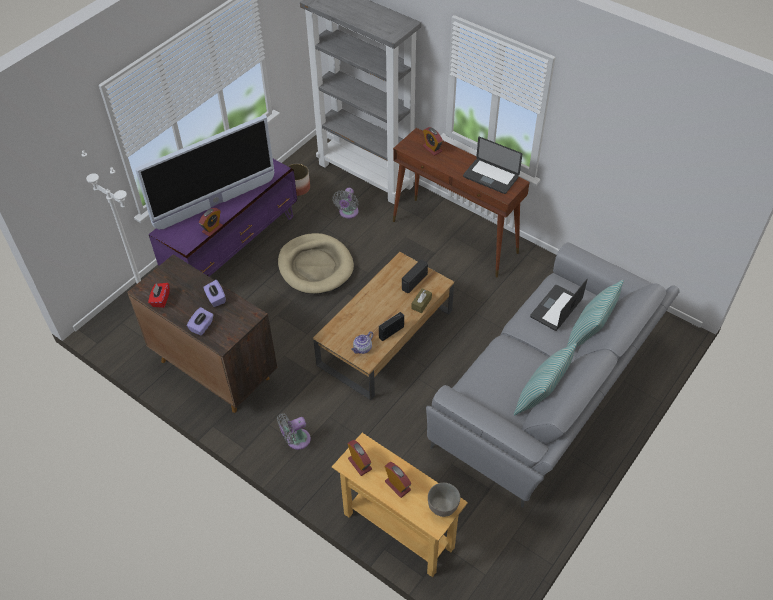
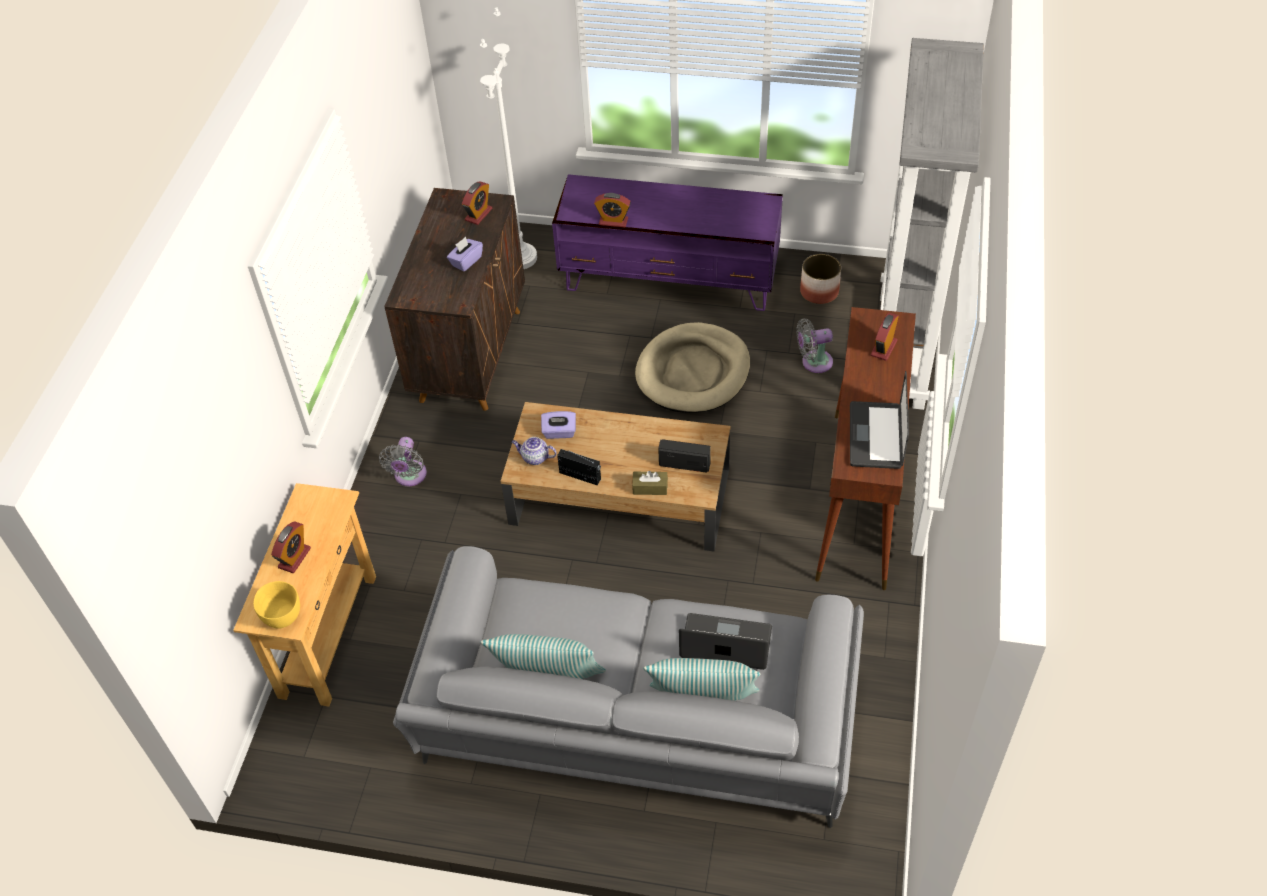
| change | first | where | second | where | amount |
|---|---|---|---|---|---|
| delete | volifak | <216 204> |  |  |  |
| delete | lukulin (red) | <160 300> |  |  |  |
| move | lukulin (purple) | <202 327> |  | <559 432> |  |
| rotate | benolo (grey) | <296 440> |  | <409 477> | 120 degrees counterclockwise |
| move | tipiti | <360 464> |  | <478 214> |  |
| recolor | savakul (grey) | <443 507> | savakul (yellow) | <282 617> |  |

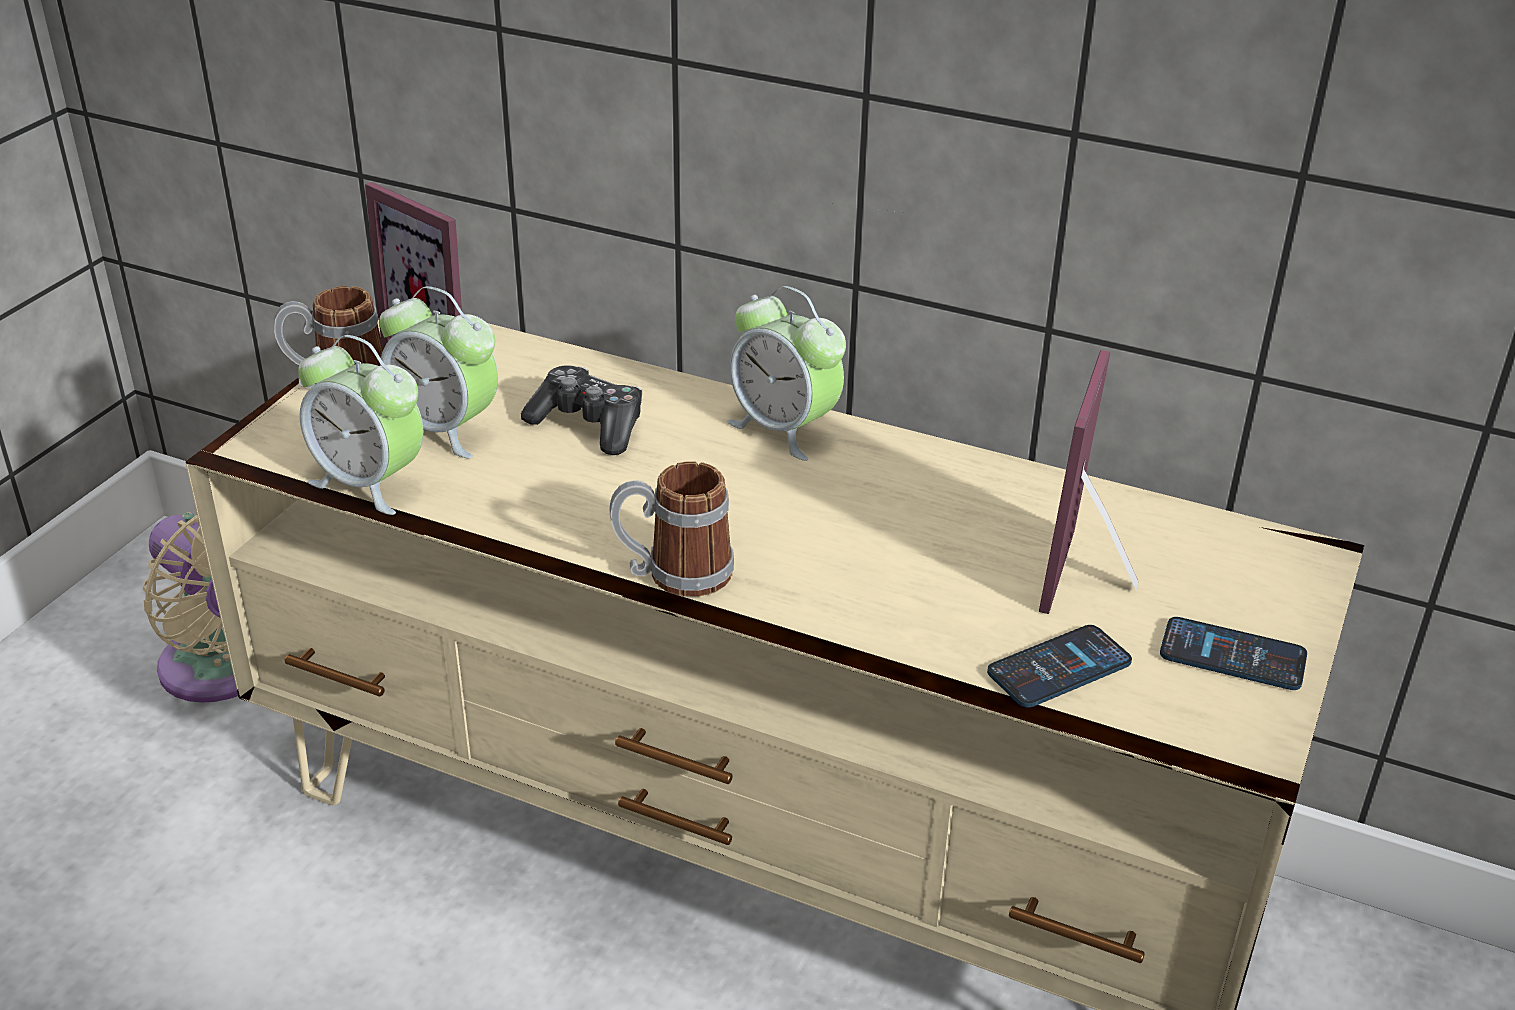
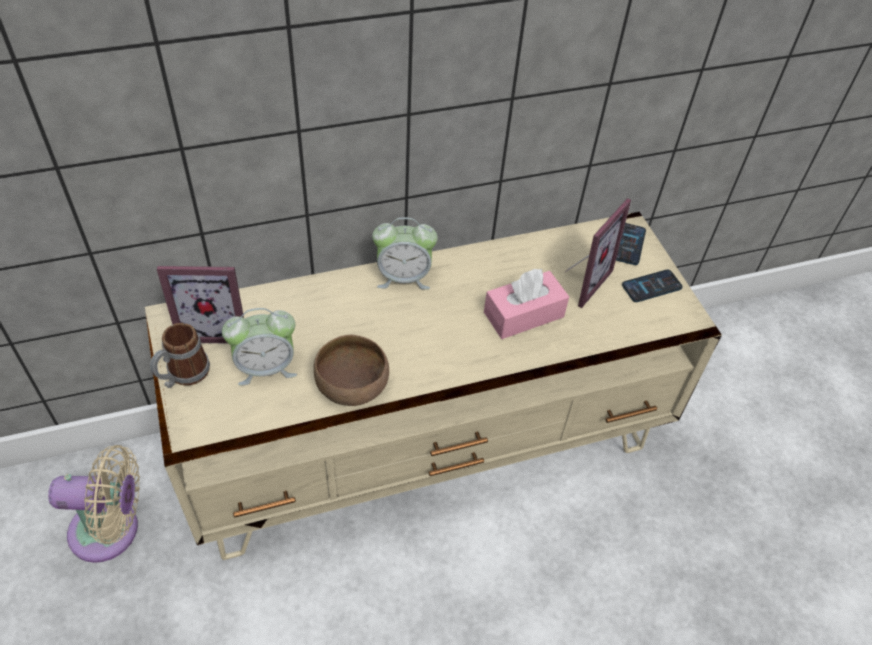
| change | first | where | second | where | amount |
|---|---|---|---|---|---|
| delete | tipiti | <370 483> |  |  |  |
| rotate | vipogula | <1094 578> |  | <581 280> | 120 degrees counterclockwise |
| delete | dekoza | <589 425> |  |  |  |
| delete | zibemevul | <673 574> |  |  |  |
| move | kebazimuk | <1059 668> |  | <628 244> |  |
| insert |  |  | lukulin (pink) | <523 314> |  |
| insert |  |  | savakul (brown) | <353 385> |  |

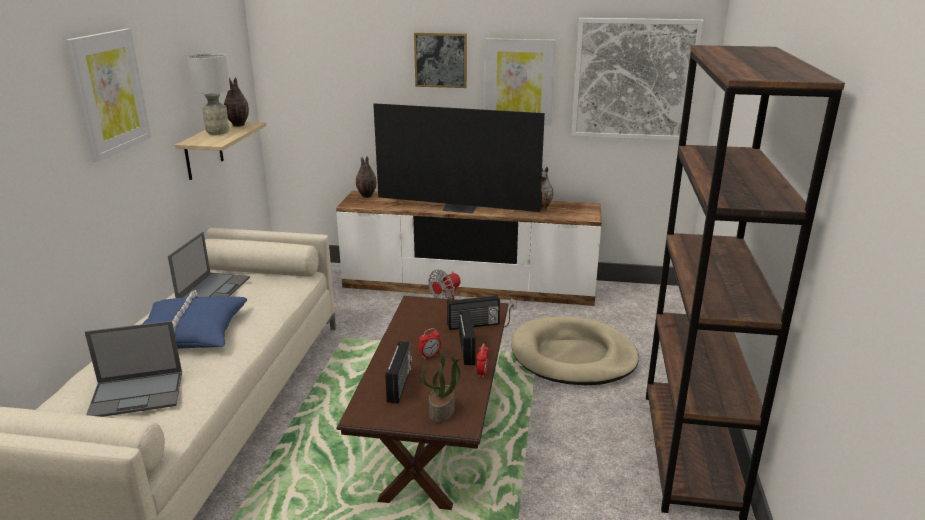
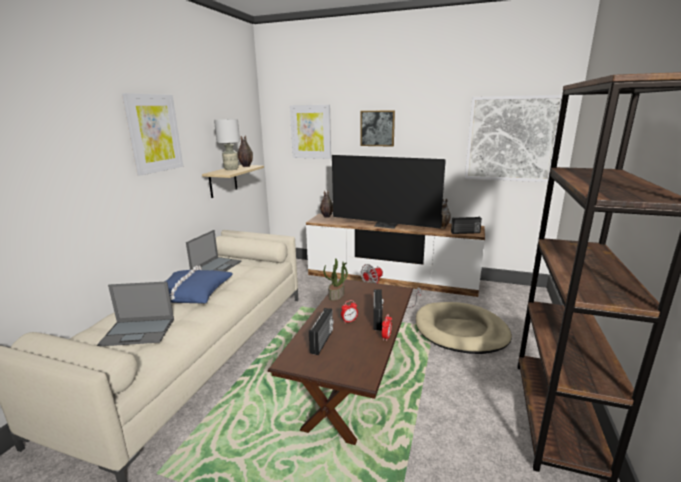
| change | first | where | second | where | amount |
|---|---|---|---|---|---|
| move | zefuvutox | <519 82> |  | <311 132> |  |
| move | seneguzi | <473 325> |  | <465 232> |  |
| move | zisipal | <442 411> |  | <336 295> |  |

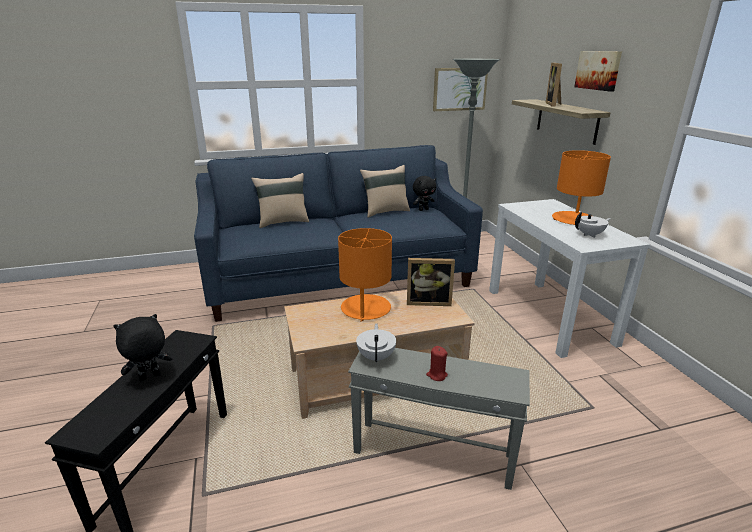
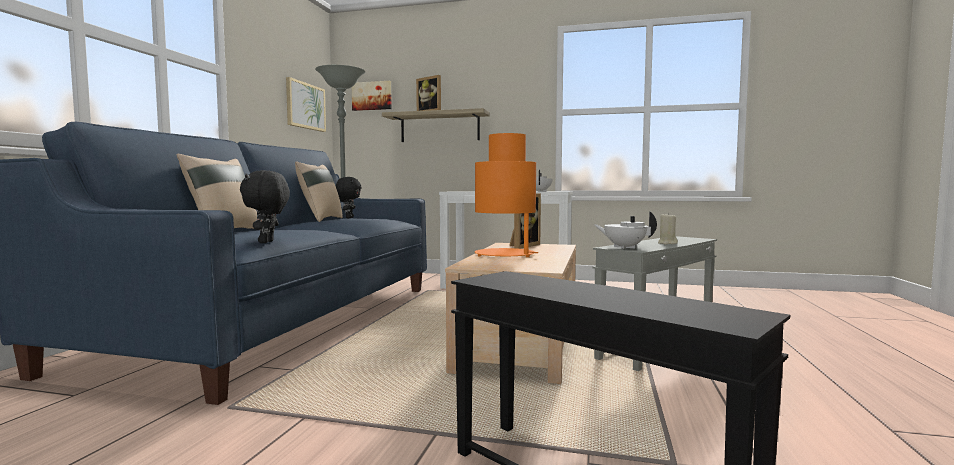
| change | first | where | second | where | amount |
|---|---|---|---|---|---|
| move | zefuvutox | <598 70> |  | <372 96> |  |
| move | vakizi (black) | <150 378> |  | <267 242> |  |
| recolor | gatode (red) | <436 375> | gatode (beige) | <667 243> |  |

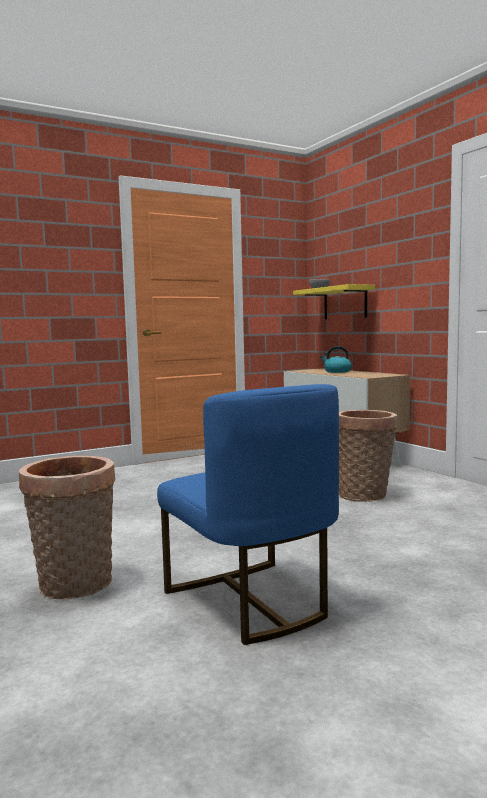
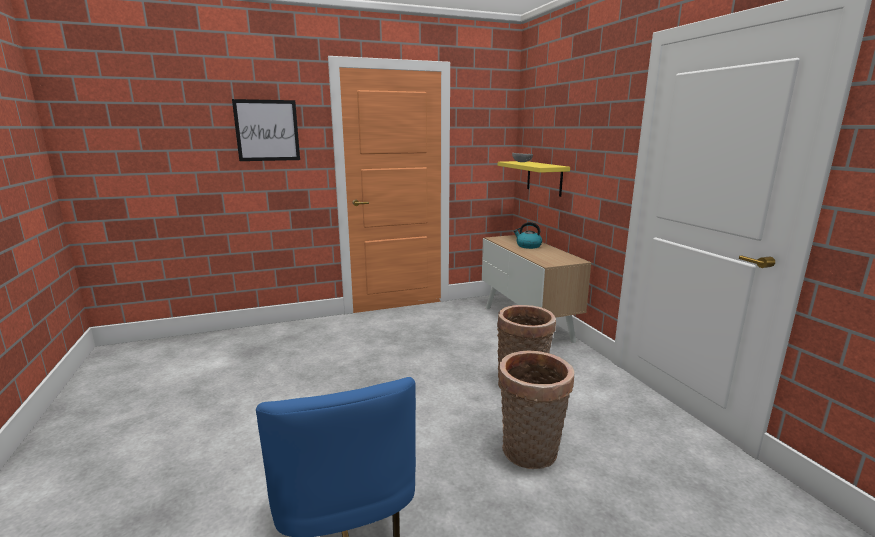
| change | first | where | second | where | amount |
|---|---|---|---|---|---|
| move | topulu | <75 587> |  | <530 454> |  |
| insert |  |  | zefuvutox | <267 130> |  |

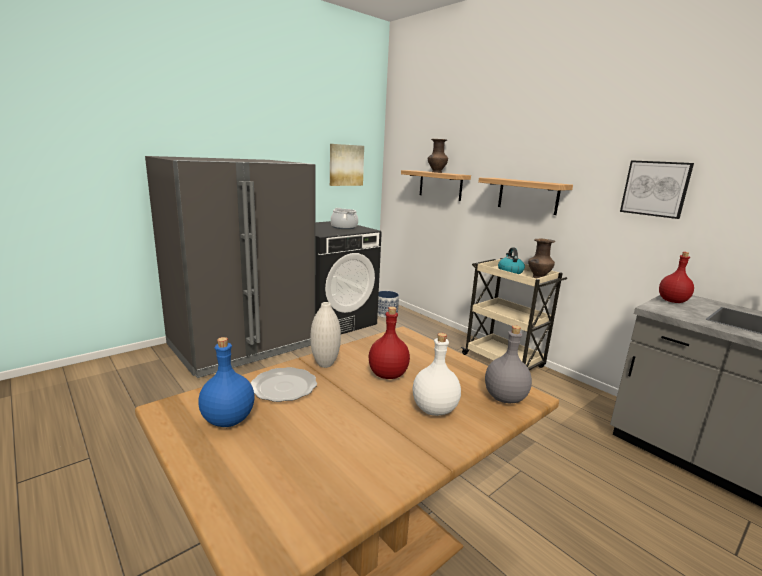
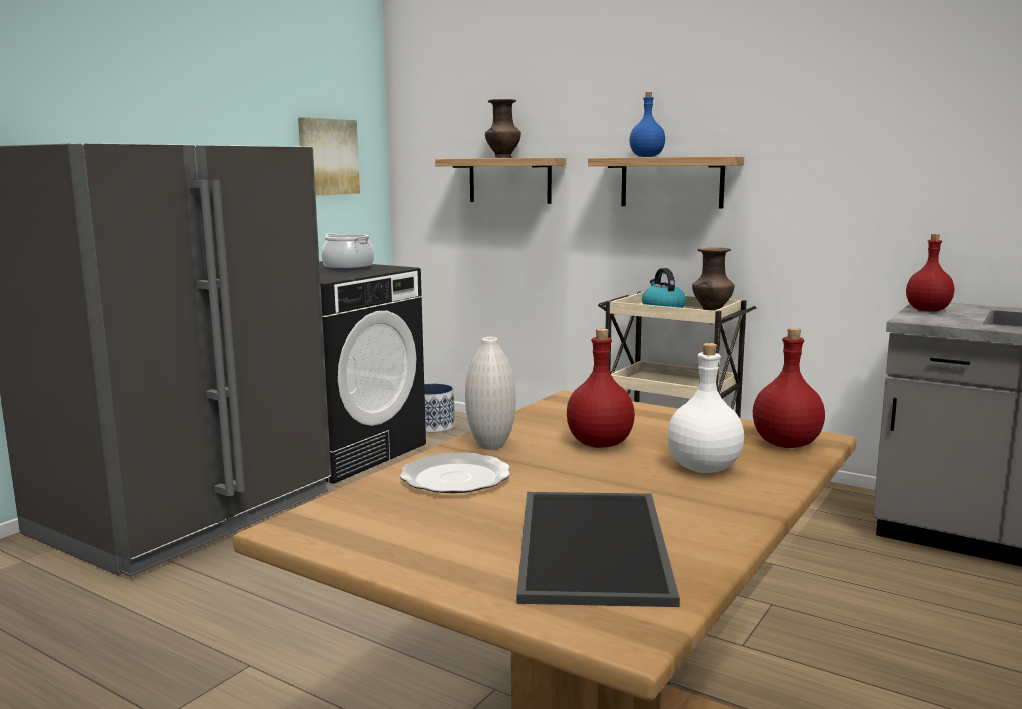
| change | first | where | second | where | amount |
|---|---|---|---|---|---|
| delete | zefuvutox | <655 188> |  |  |  |
| recolor | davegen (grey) | <505 398> | davegen (red) | <787 444> |  |
| move | davegen (blue) | <227 420> |  | <646 157> |  |
| insert |  |  | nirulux | <596 546> |  |

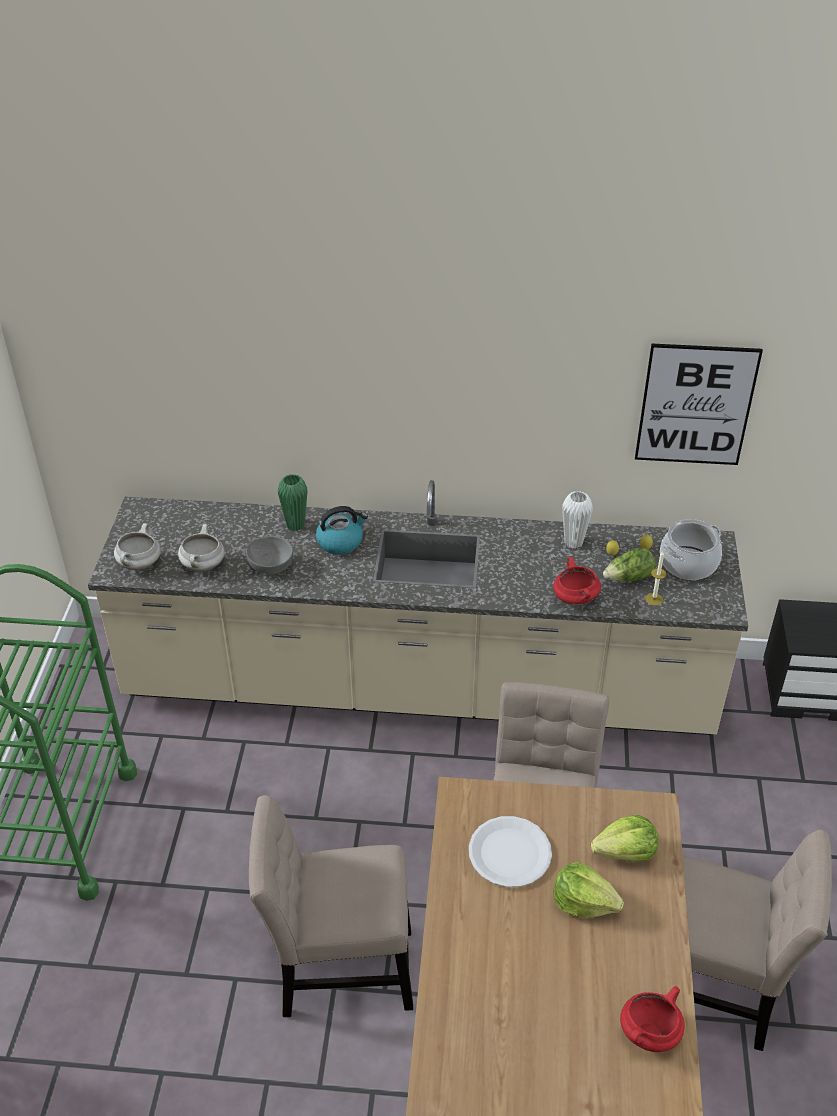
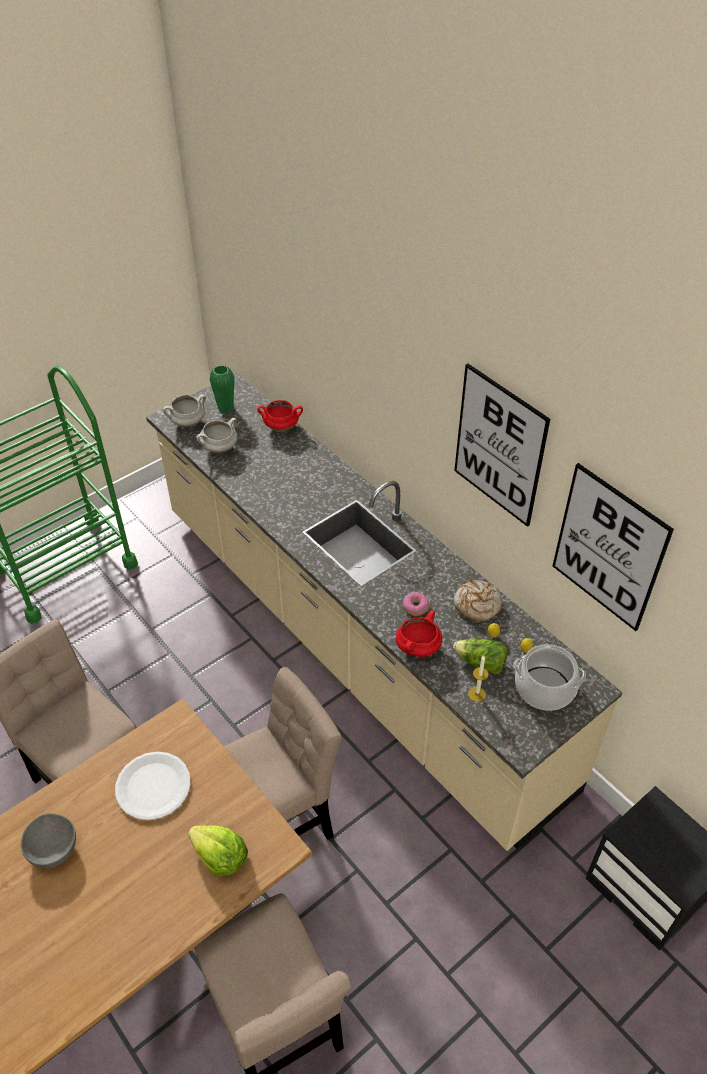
| change | first | where | second | where | amount |
|---|---|---|---|---|---|
| move | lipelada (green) | <295 525> |  | <225 408> |  |
| replace | lipelada (white) | <573 542> | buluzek | <476 605> |  |
| delete | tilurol | <340 542> |  |  |  |
| move | savakul (grey) | <270 566> |  | <54 848> |  |
| delete | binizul | <583 902> |  |  |  |
| move | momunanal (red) | <649 1032> |  | <281 427> |  |
| insert |  |  | zefuvutox | <499 446> |  |
| insert |  |  | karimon | <415 607> |  |

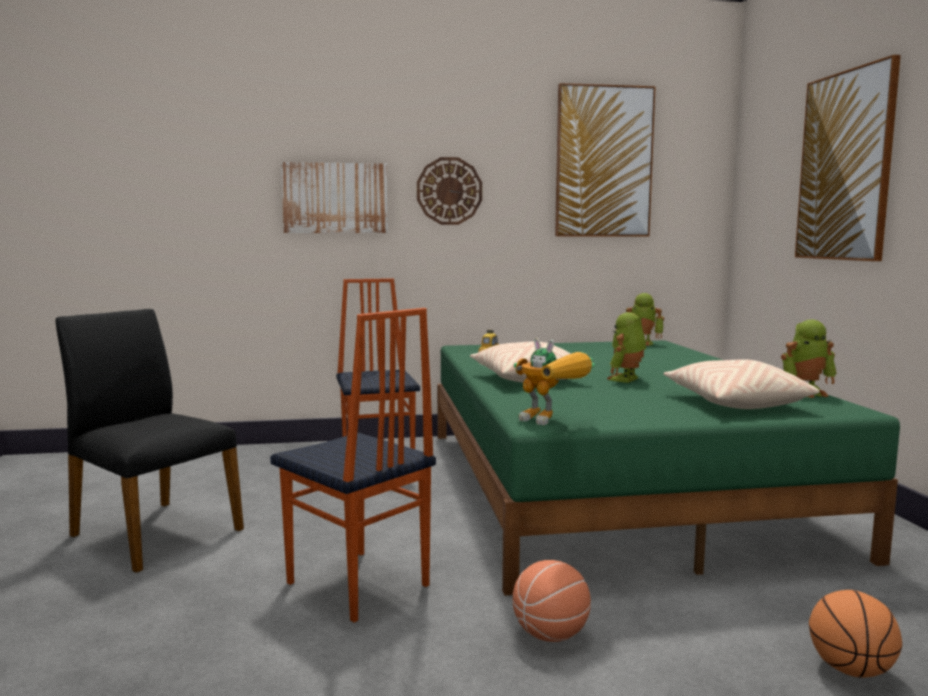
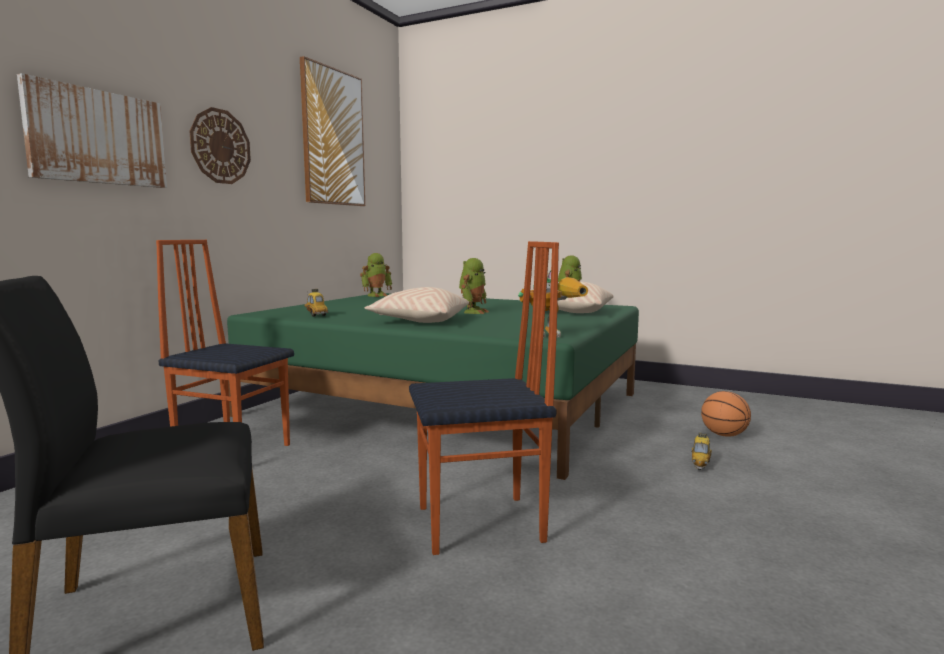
| change | first | where | second | where | amount |
|---|---|---|---|---|---|
| delete | zefuvutox | <845 166> |  |  |  |
| rotate | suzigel | <626 379> |  | <473 312> | 135 degrees counterclockwise |
| delete | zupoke | <551 634> |  |  |  |
| insert |  |  | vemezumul | <700 464> |  |

